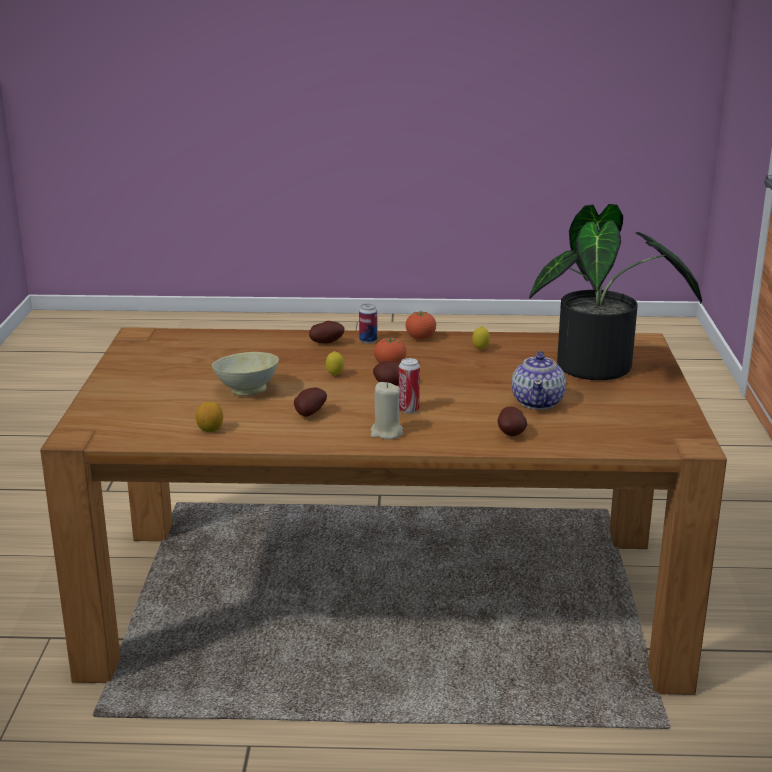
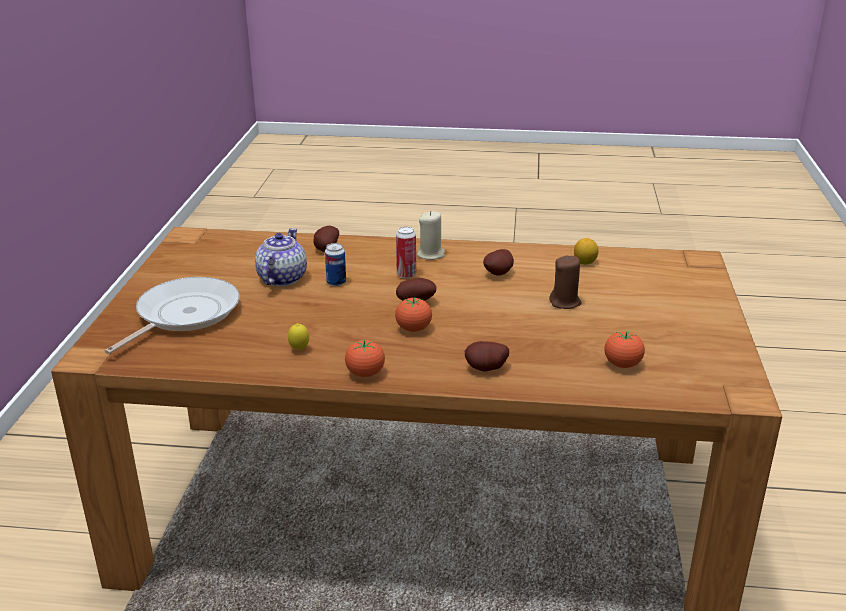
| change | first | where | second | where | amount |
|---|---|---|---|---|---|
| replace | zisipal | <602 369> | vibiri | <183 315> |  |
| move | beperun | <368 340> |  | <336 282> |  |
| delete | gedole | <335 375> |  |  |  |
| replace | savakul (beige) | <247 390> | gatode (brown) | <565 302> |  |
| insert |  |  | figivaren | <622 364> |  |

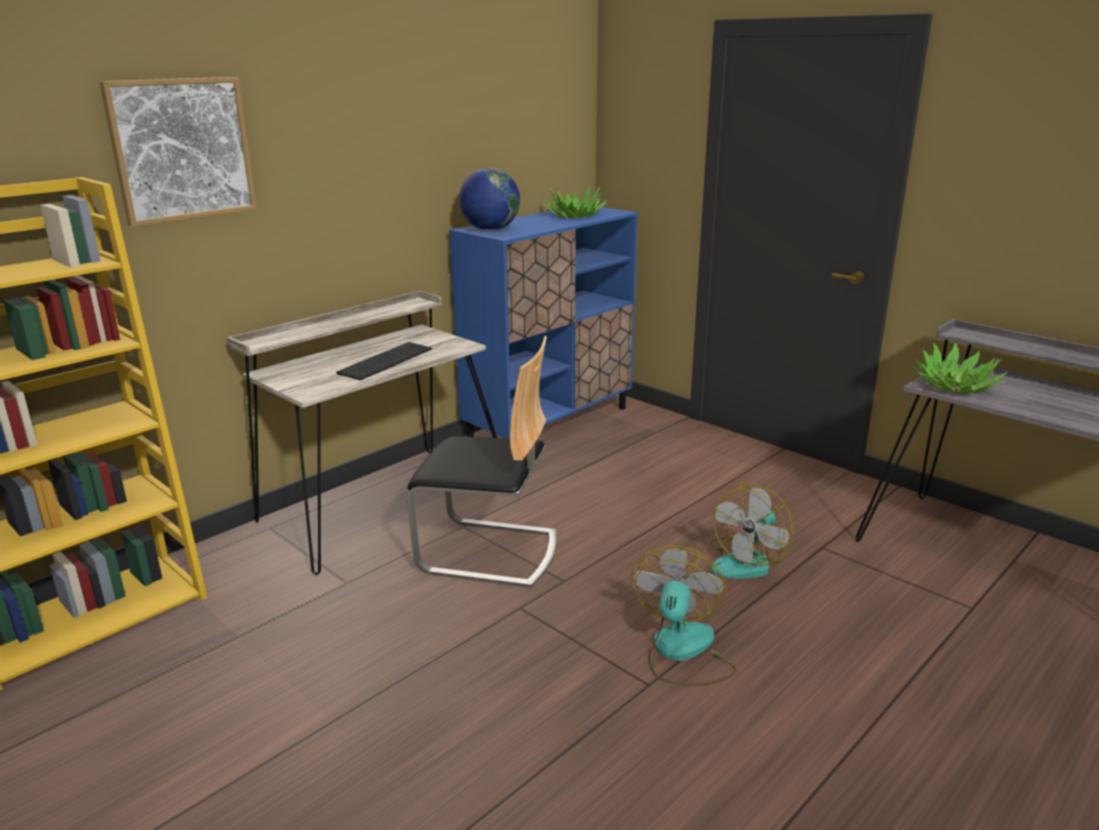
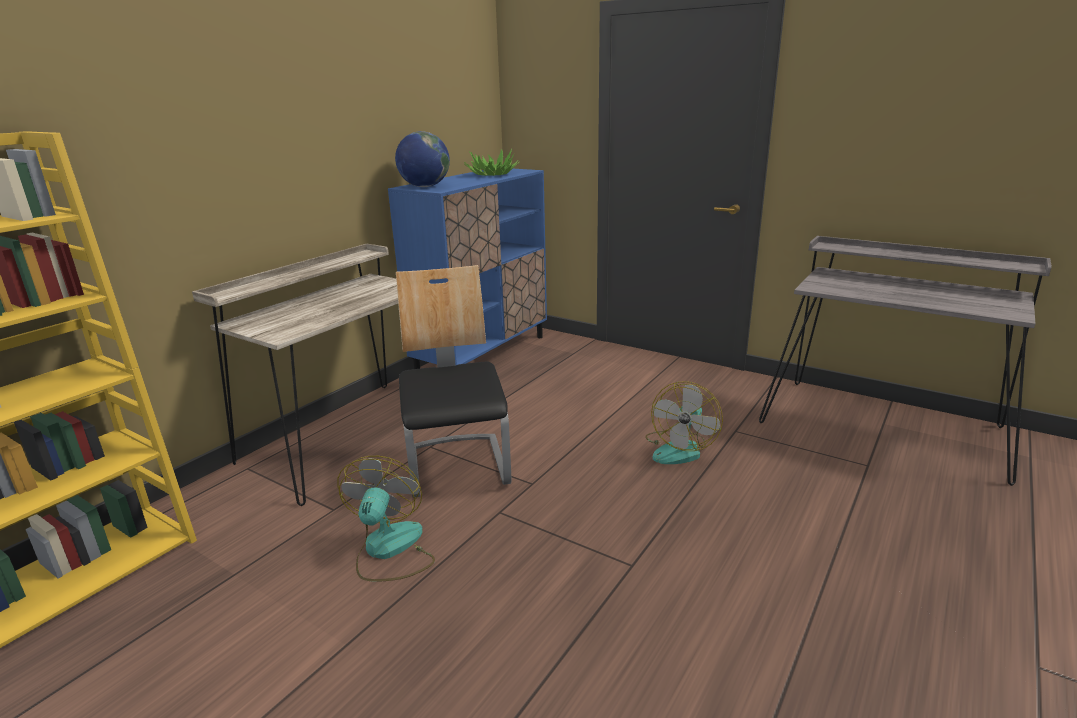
| change | first | where | second | where | amount |
|---|---|---|---|---|---|
| delete | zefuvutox | <182 149> |  |  |  |
| rotate | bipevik | <489 552> |  | <458 466> | 105 degrees counterclockwise |
| delete | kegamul | <385 360> |  |  |  |
| delete | zisipal | <955 386> |  |  |  |
| move | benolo | <681 652> |  | <389 550> |  |

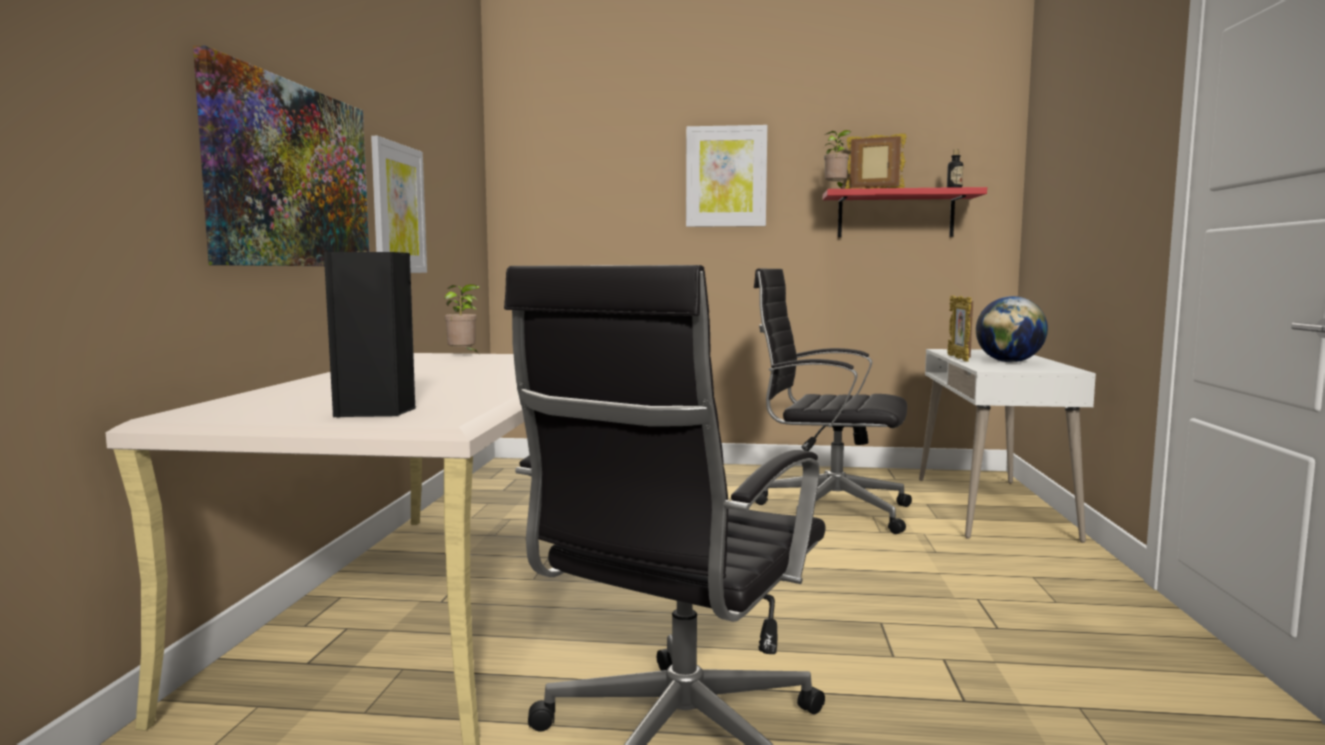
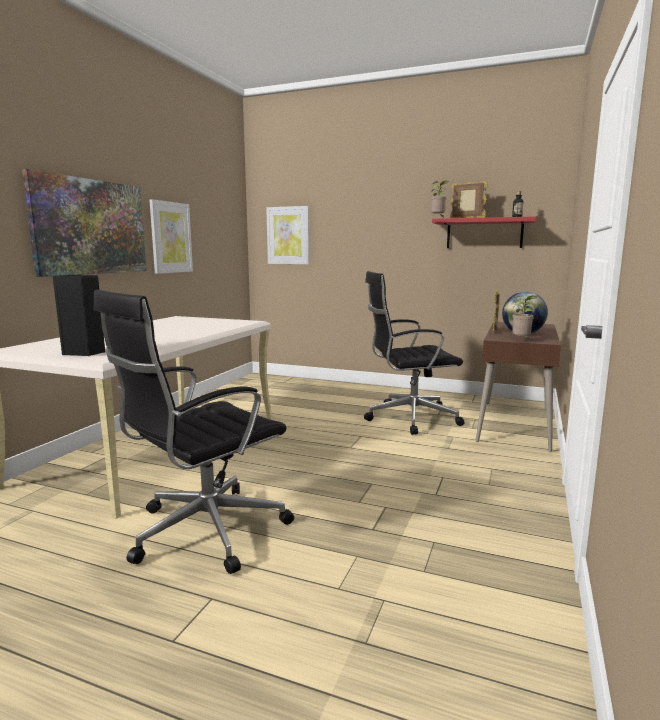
| change | first | where | second | where | amount |
|---|---|---|---|---|---|
| move | zefuvutox | <726 176> |  | <288 235> |  |
| rotate | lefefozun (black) | <828 511> |  | <409 418> | 45 degrees counterclockwise |
| move | zisipal | <464 356> |  | <522 341> |  |
| recolor | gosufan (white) | <992 507> | gosufan (brown) | <515 424> |  |

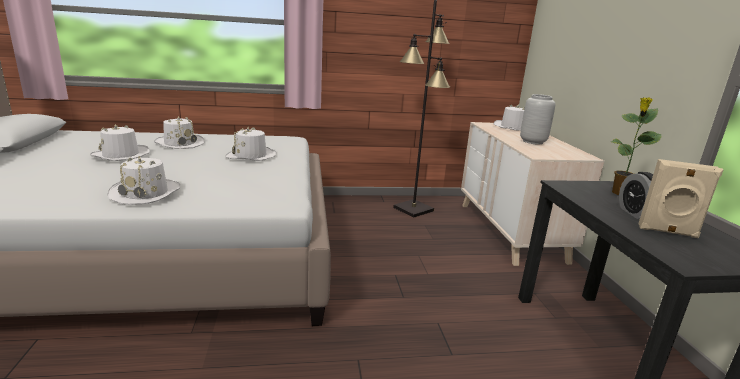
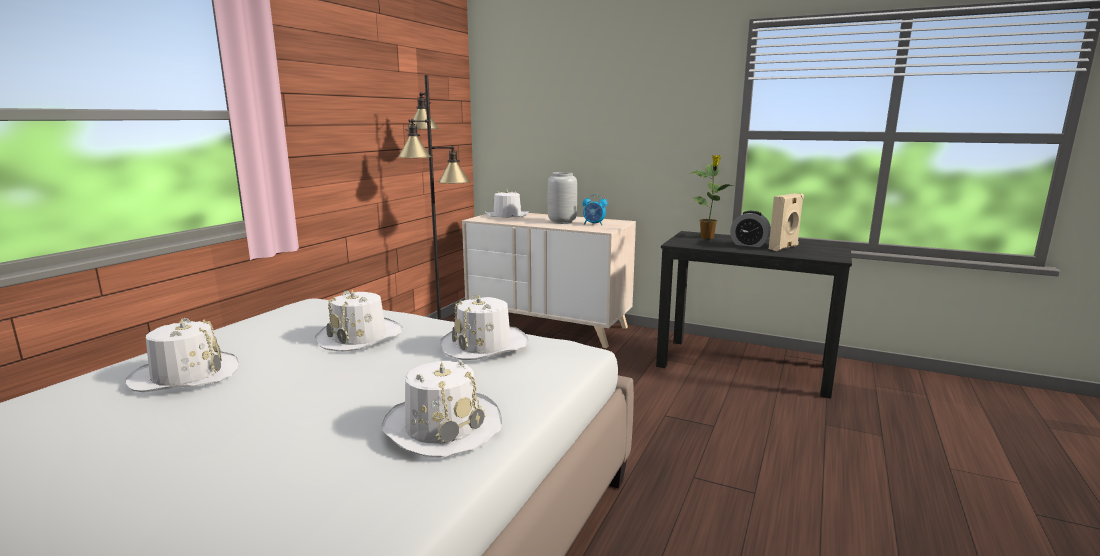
| change | first | where | second | where | amount |
|---|---|---|---|---|---|
| move | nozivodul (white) | <121 155> |  | <484 345> |  |
| insert |  |  | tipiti | <594 224> |  |

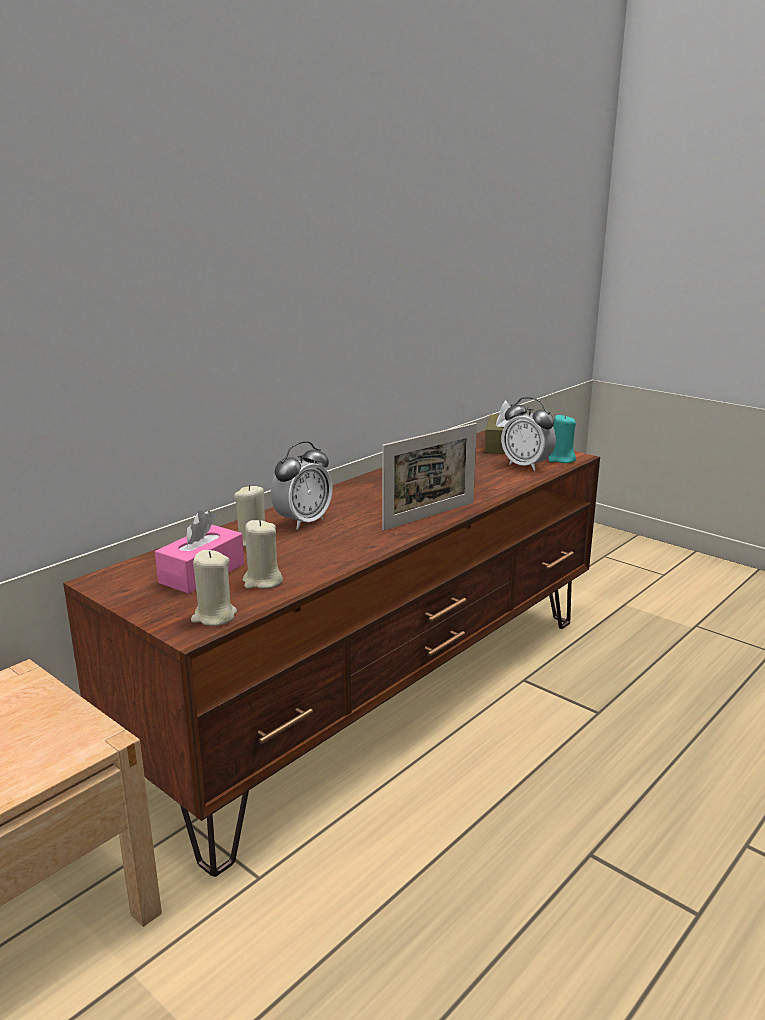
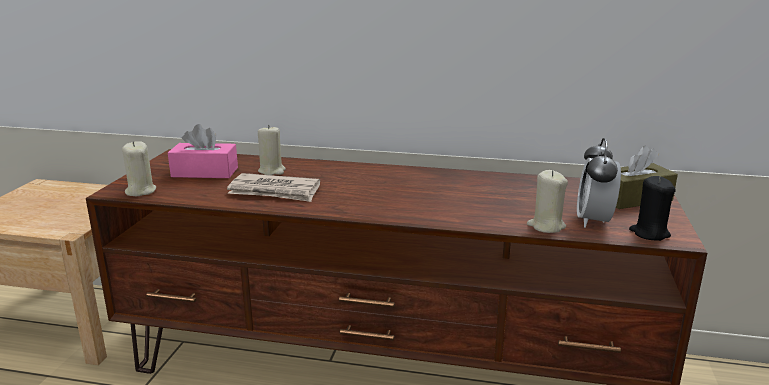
| change | first | where | second | where | amount |
|---|---|---|---|---|---|
| recolor | gatode (turquoise) | <561 459> | gatode (black) | <649 233> |  |
| delete | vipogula | <429 516> |  |  |  |
| delete | tipiti | <303 522> |  |  |  |
| move | gatode (beige) | <262 581> |  | <546 226> |  |
| insert |  |  | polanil | <275 191> |  |

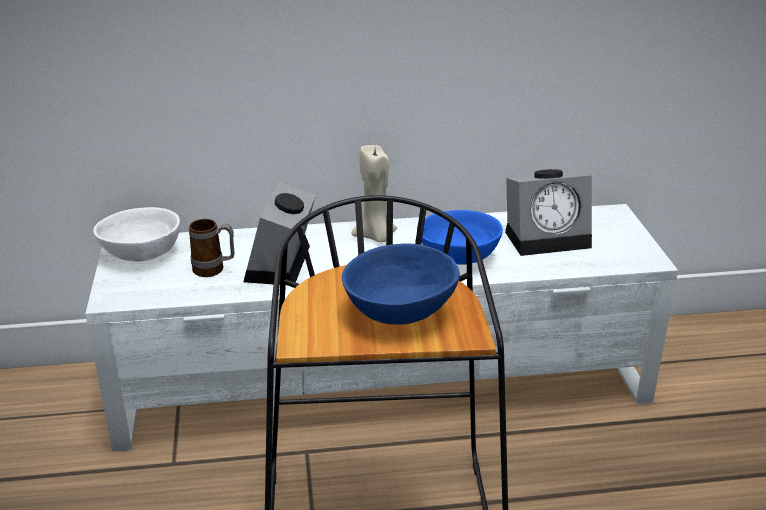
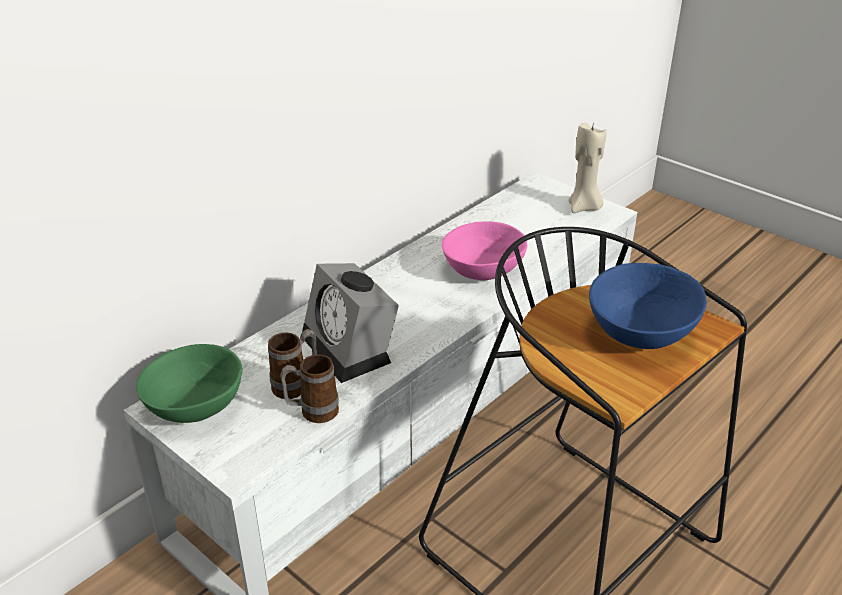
| change | first | where | second | where | amount |
|---|---|---|---|---|---|
| move | gatode (beige) | <375 236> |  | <584 207> |  |
| delete | tipiti | <548 237> |  |  |  |
| recolor | savakul (white) | <143 254> | savakul (green) | <197 406> |  |
| recolor | savakul (blue) | <460 257> | savakul (pink) | <484 270> |  |
| insert |  |  | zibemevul | <312 412> |  |

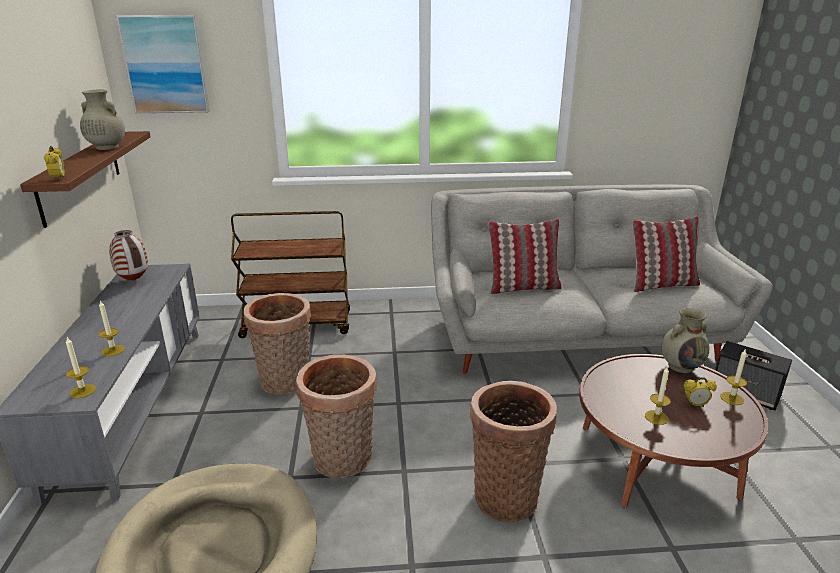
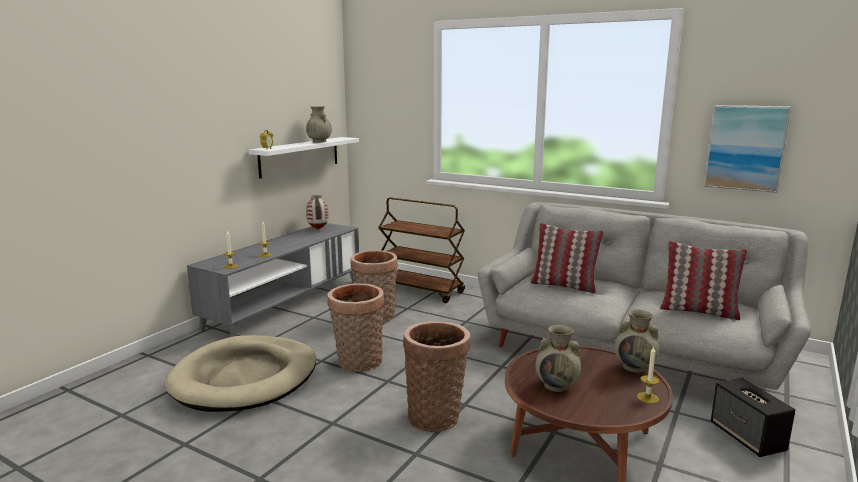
| change | first | where | second | where | amount |
|---|---|---|---|---|---|
| move | zefuvutox | <165 65> |  | <745 148> |  |
| recolor | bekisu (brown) | <80 175> | bekisu (white) | <300 156> |  |
| replace | gatode | <656 417> | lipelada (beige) | <557 386> |  |
| delete | tipiti | <695 405> |  |  |  |

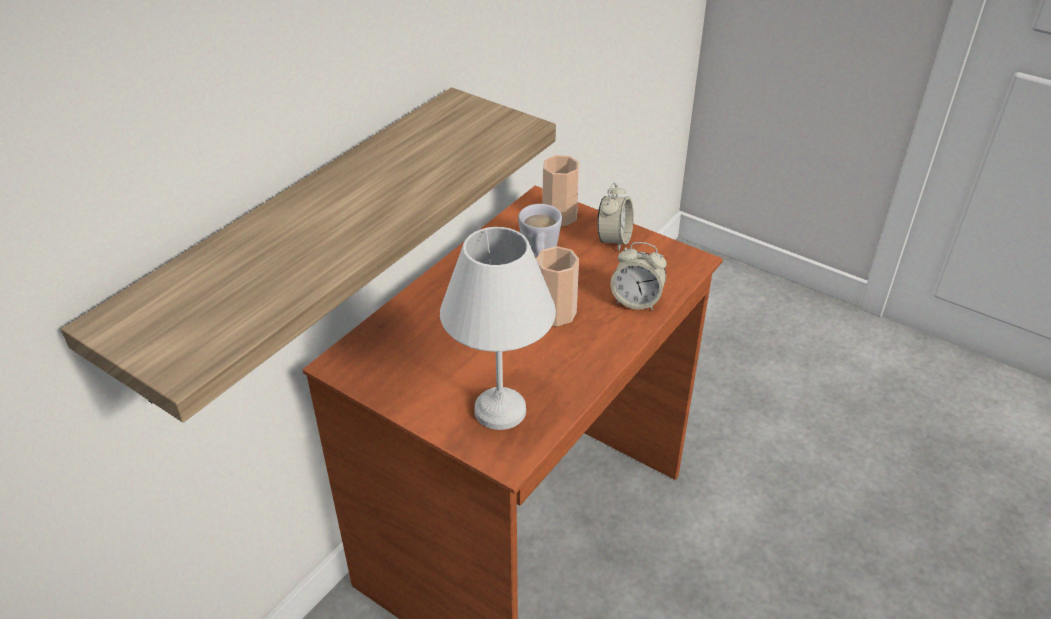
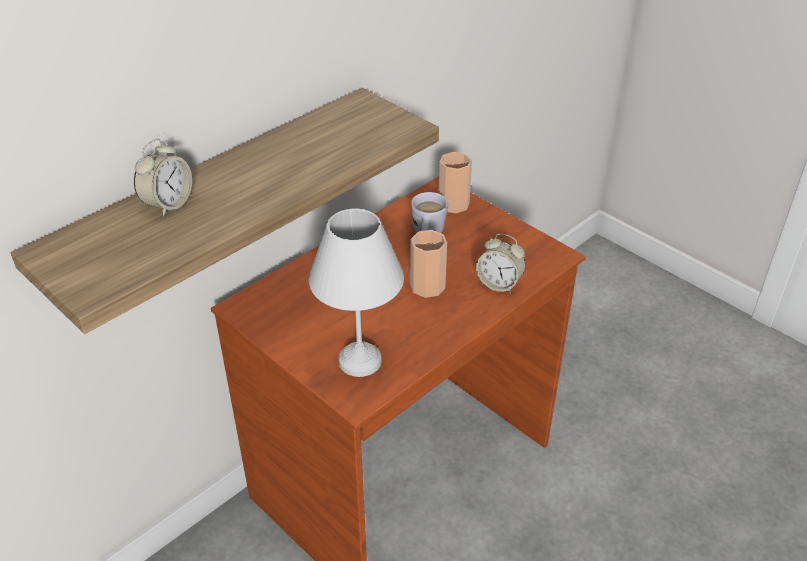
| change | first | where | second | where | amount |
|---|---|---|---|---|---|
| move | tipiti | <614 240> |  | <168 204> |  |

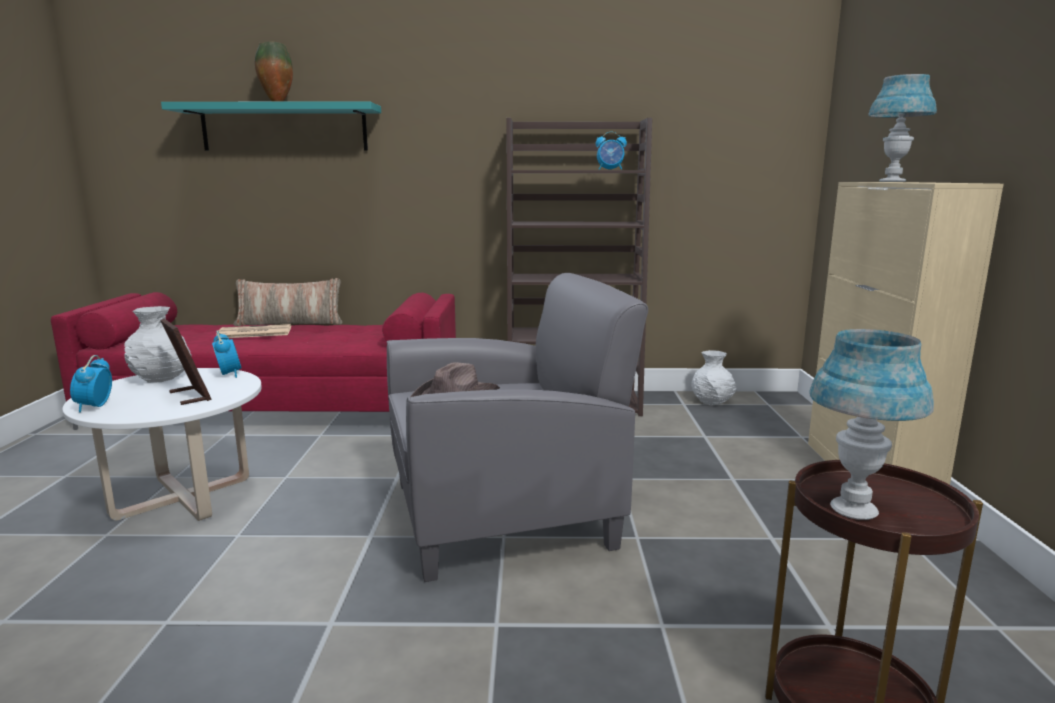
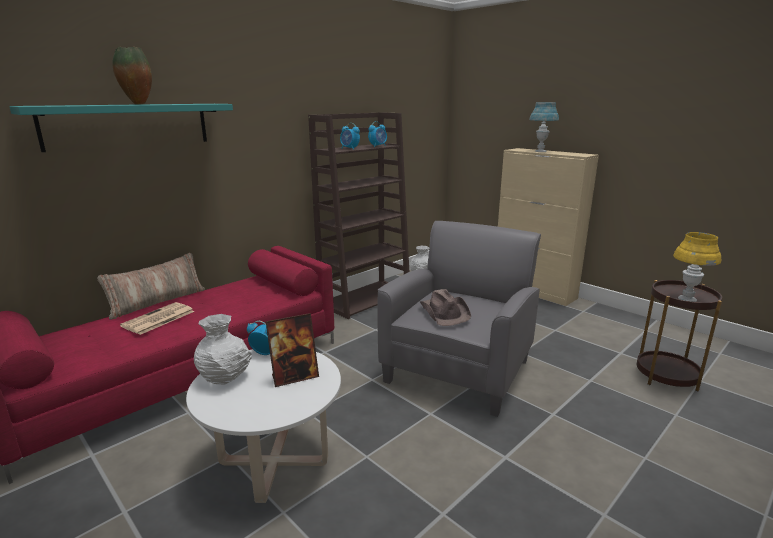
| change | first | where | second | where | amount |
|---|---|---|---|---|---|
| rotate | vipogula | <190 396> |  | <294 377> | 150 degrees clockwise |
| recolor | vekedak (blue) | <853 510> | vekedak (yellow) | <687 299> |  |
| move | tipiti | <94 407> |  | <350 149> |  |

